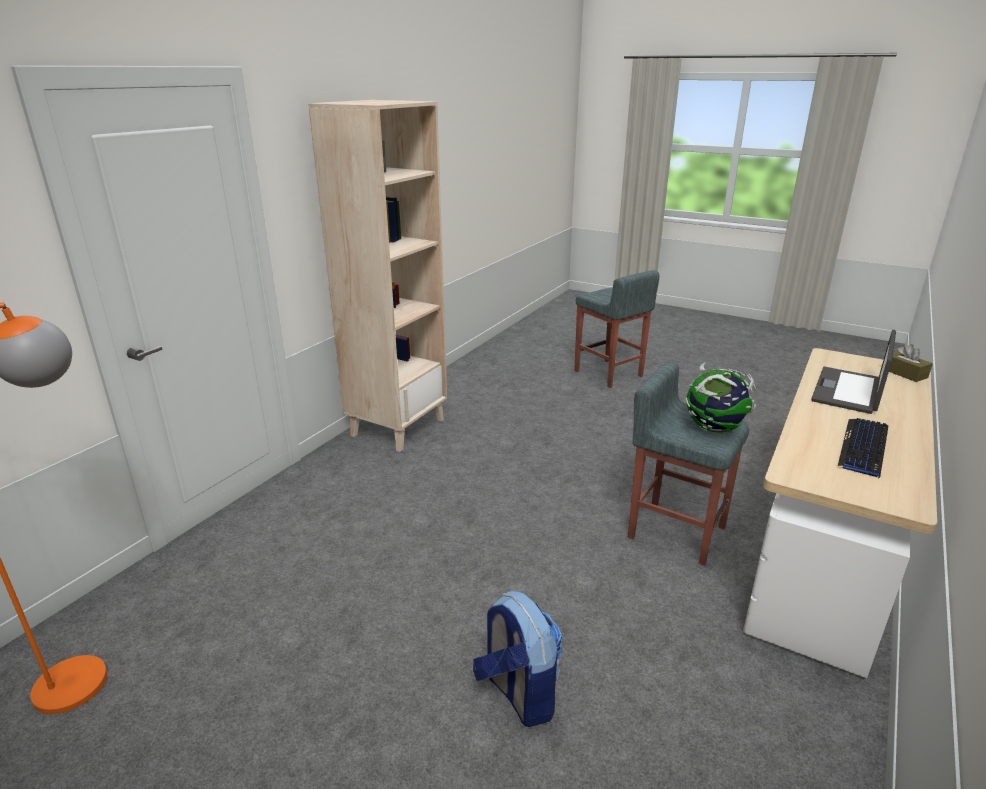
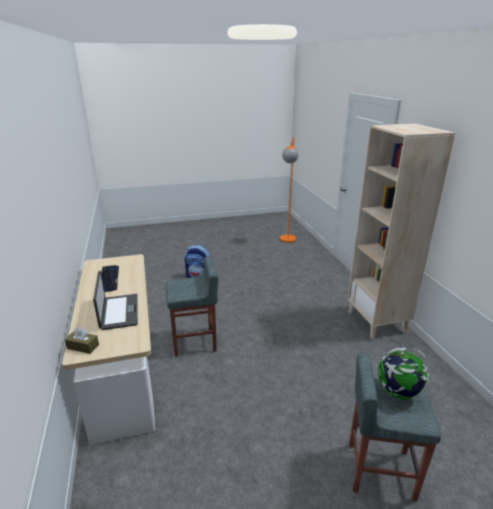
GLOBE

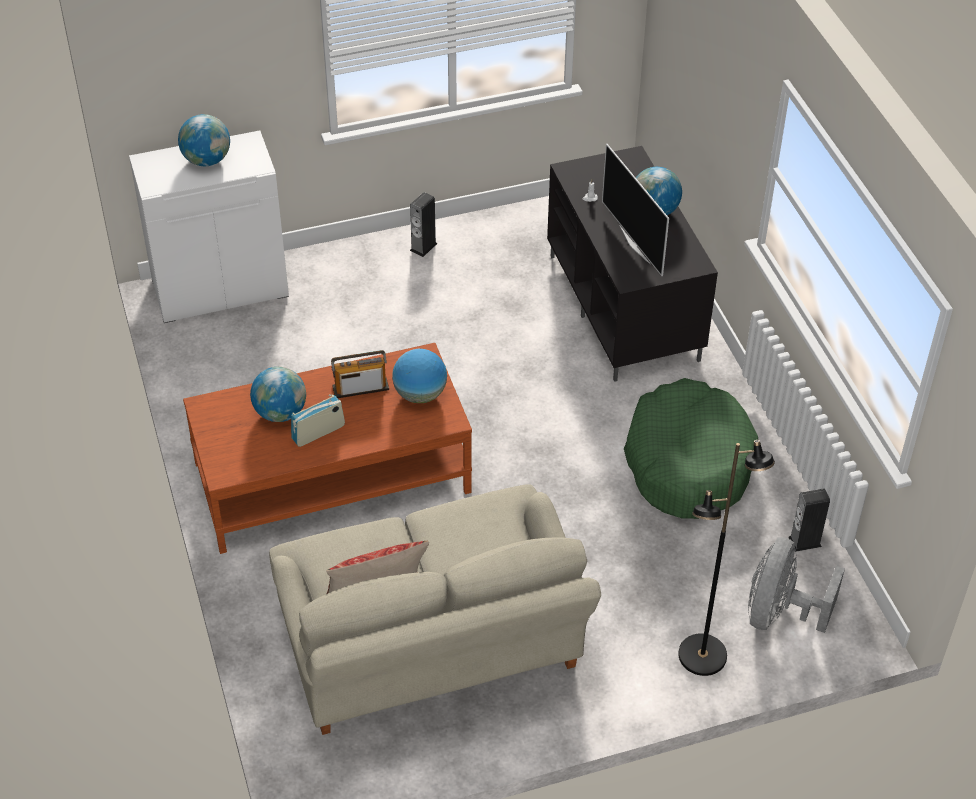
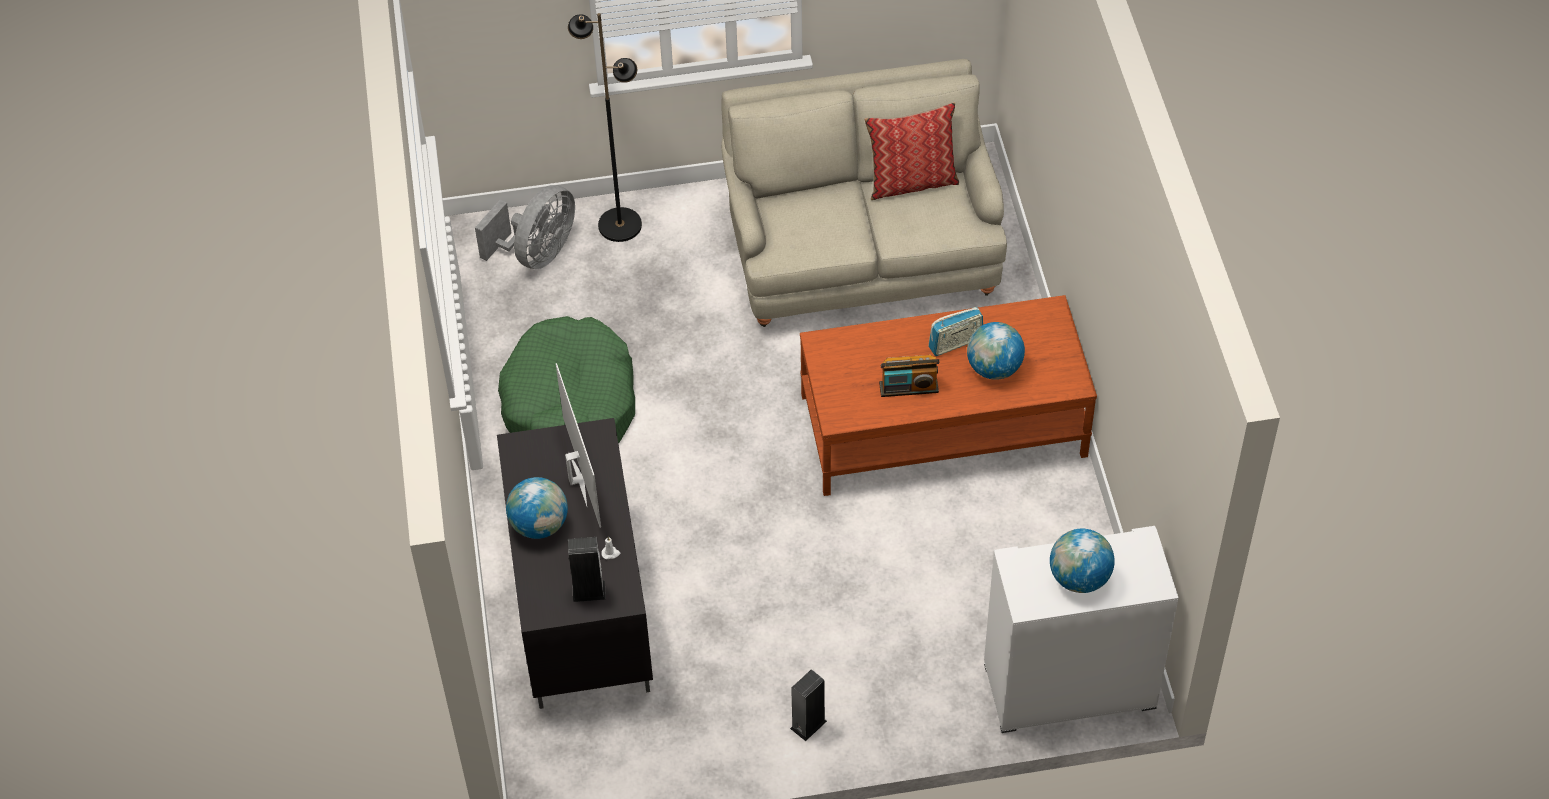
GLOBE (3rd from left in the first image)
LOUDSPEAKER (1st from left)

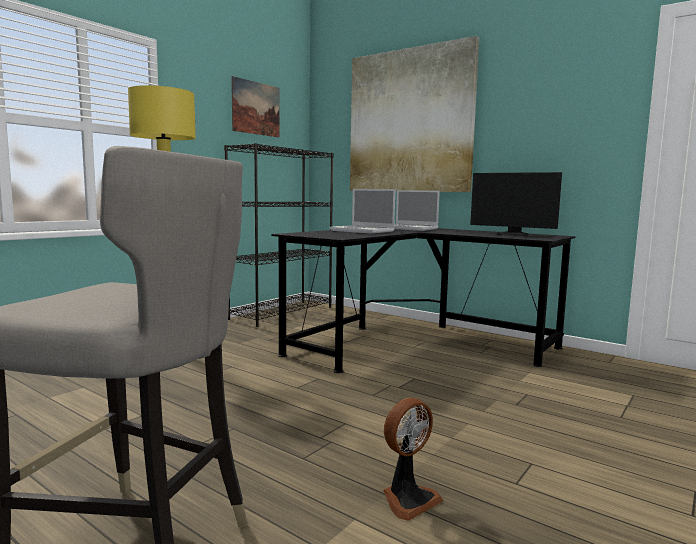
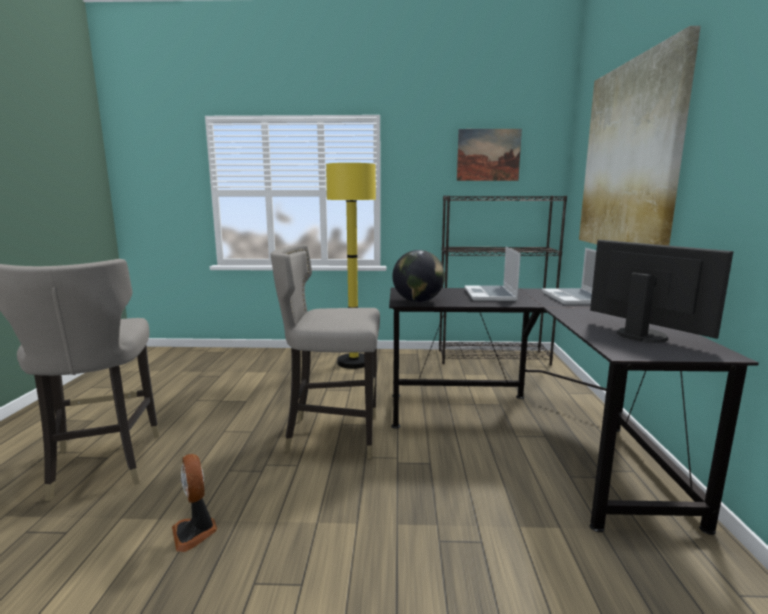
GREY STOOL SEAT (2nd from left)
GLOBE
COOLING FAN
COMPUTER SCREEN

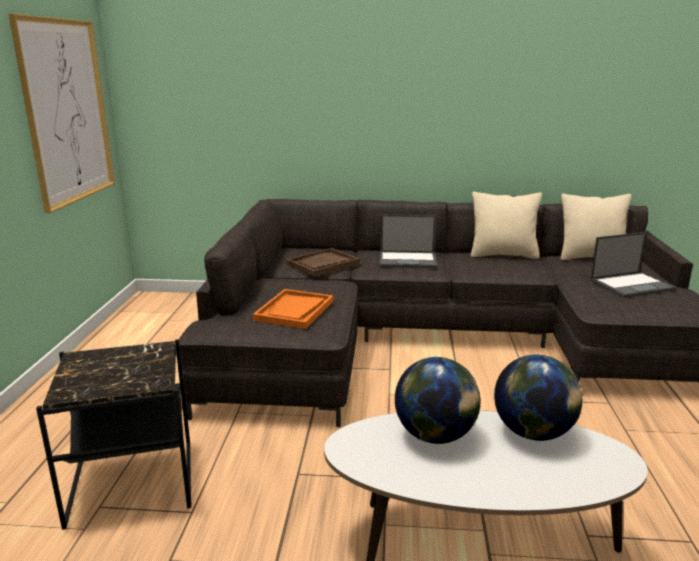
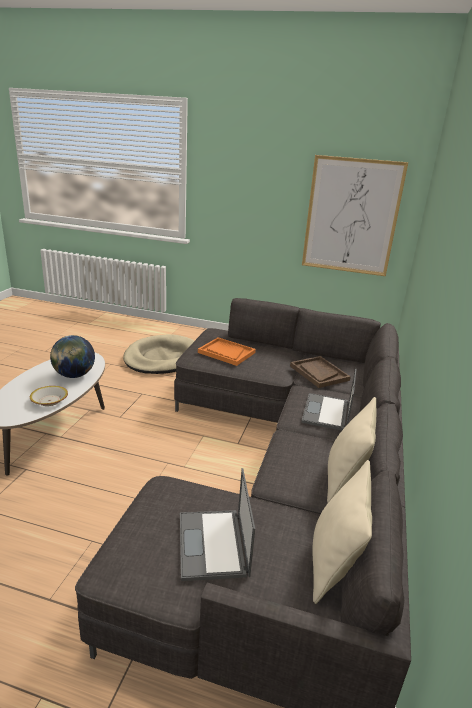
BEIGE DOG CUSHION
DEEP DISH

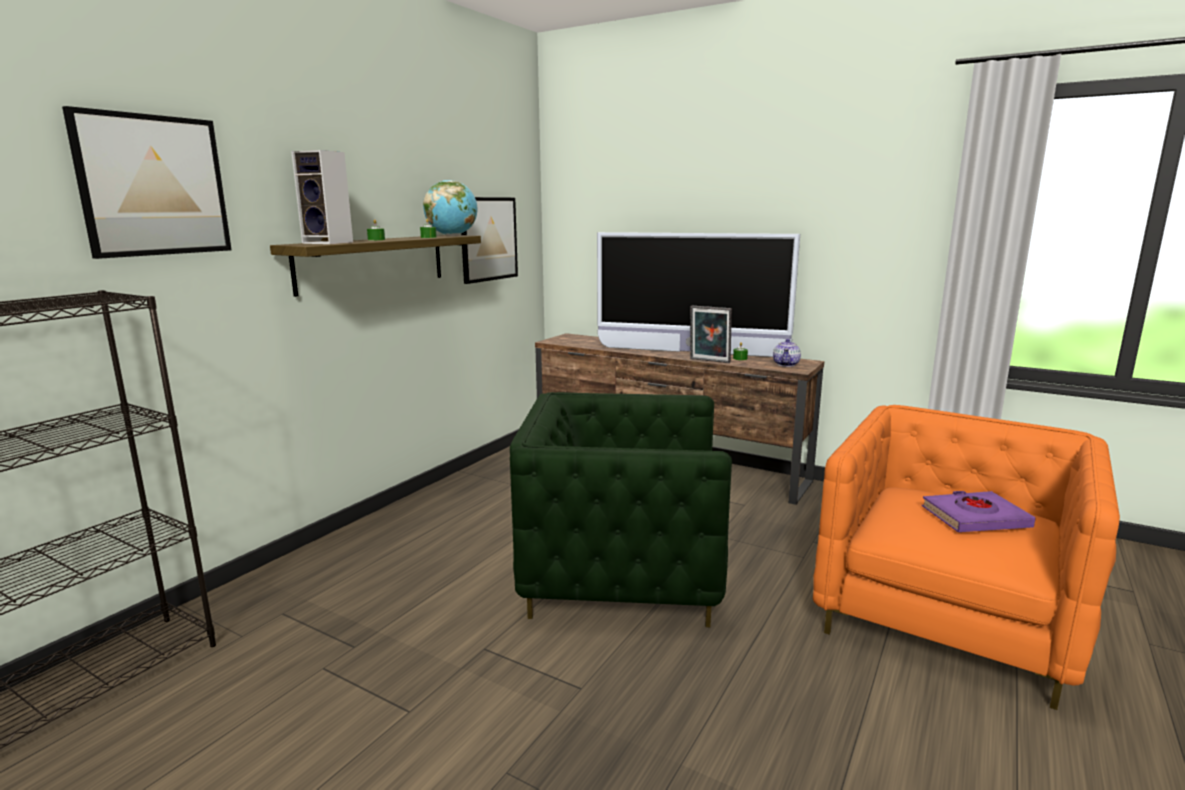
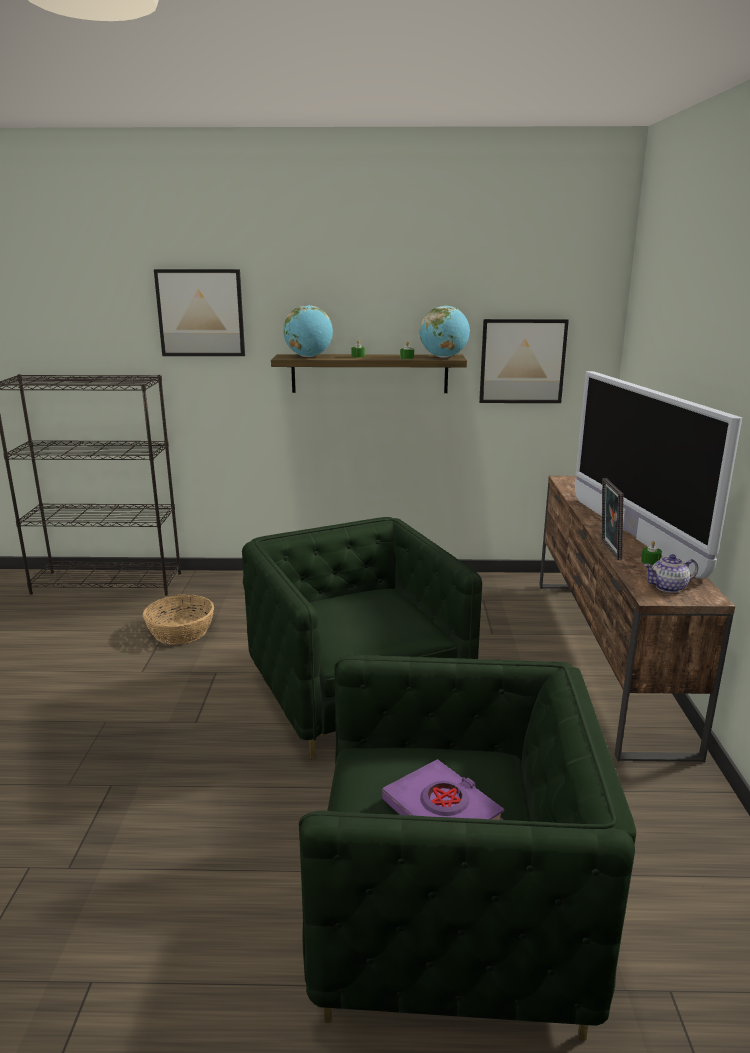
HOUSEHOLD BASKET
GLOBE (1st from left)
GREEN-COLOURED EASY CHAIR (2nd from left)

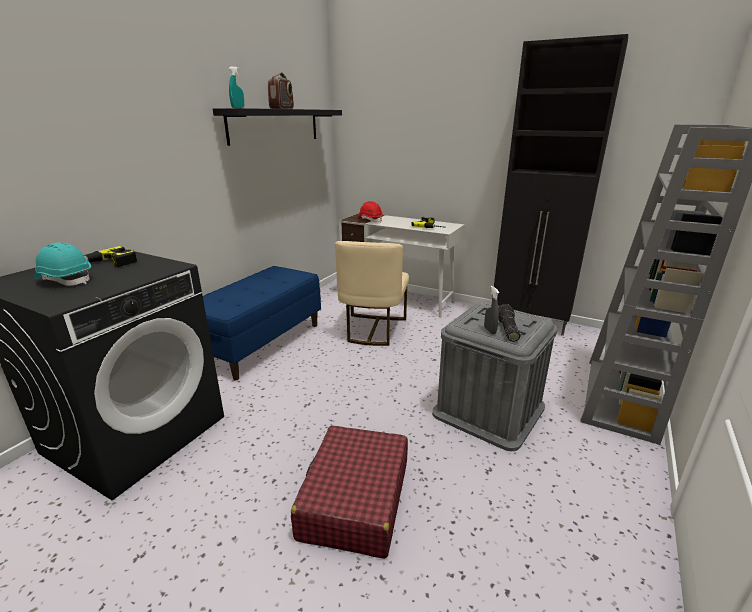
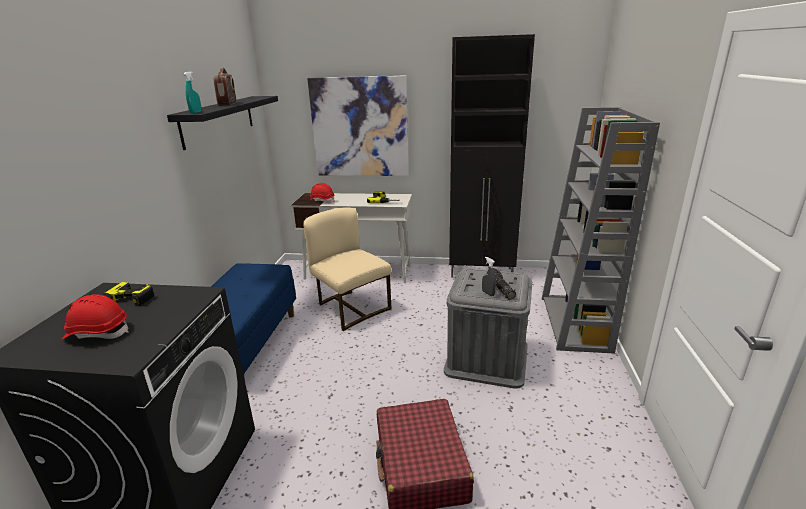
PICTURE
RED SAFETY HELMET (1st from left)
BEIGE UPRIGHT CHAIR

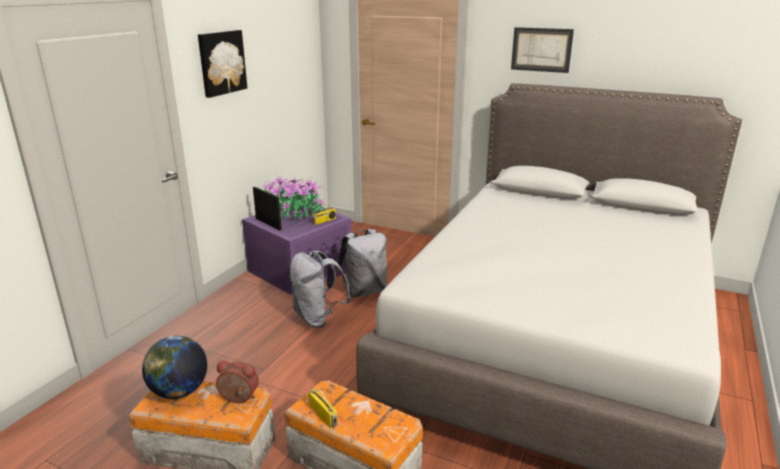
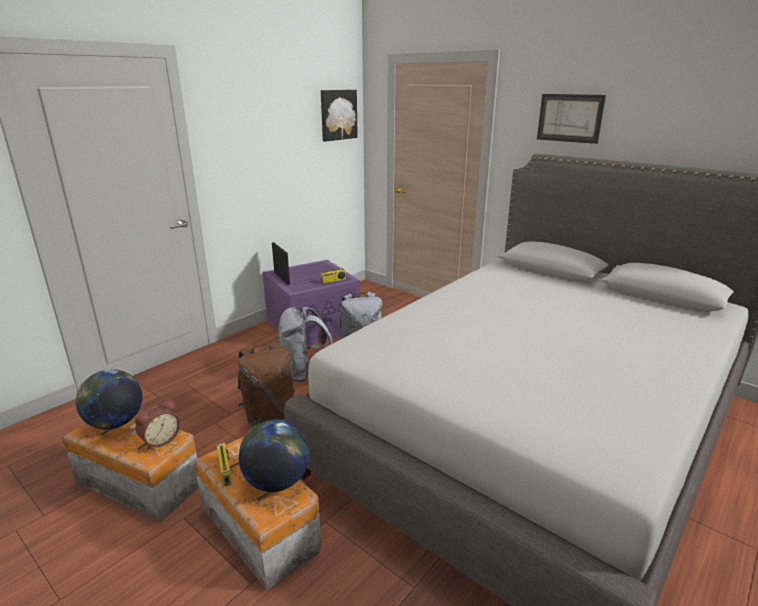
POTTED PLANT
BROWN BACKPACK
GLOBE (2nd from left)
PICTURE (1st from left)
ALARM CLOCK

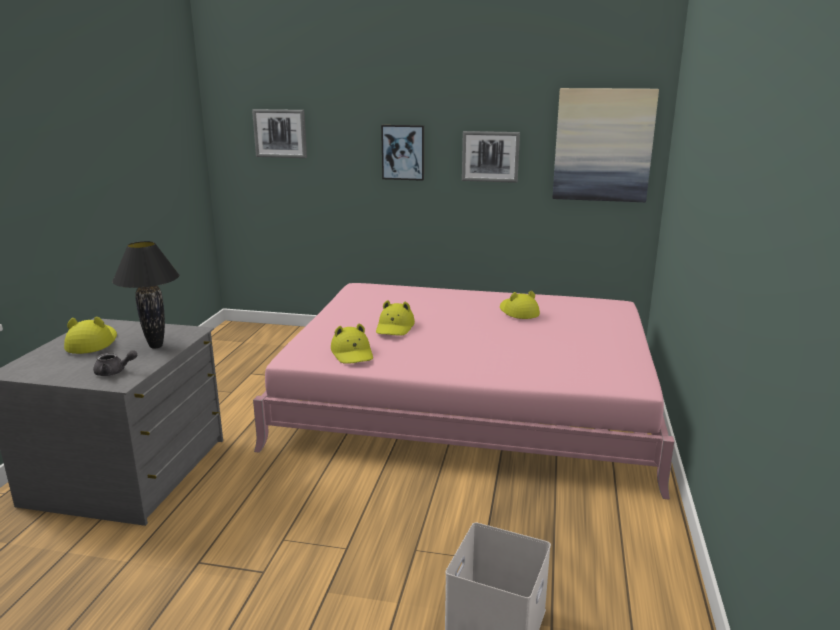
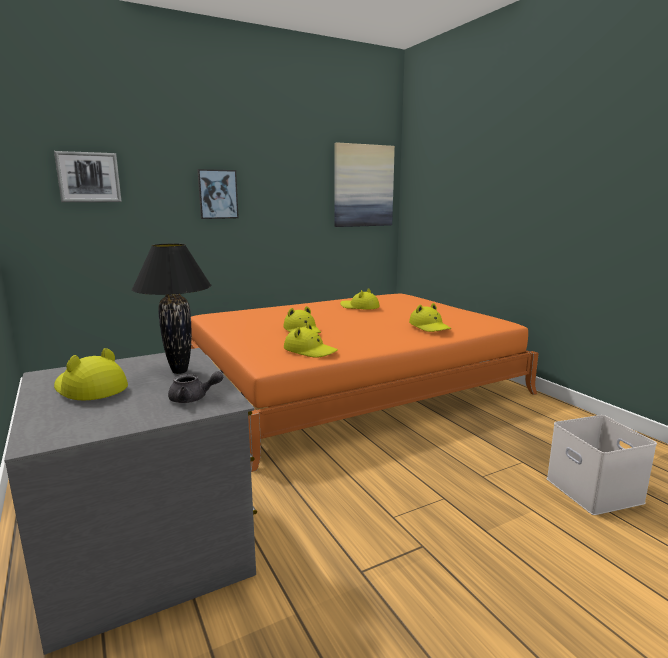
PICTURE (3rd from left in the first image)
YELLOW-COLOURED HAT (5th from left)
ORANGE BED
GREY POT FOR TEA

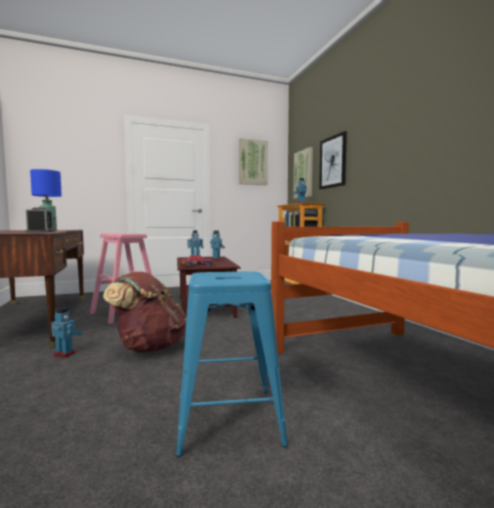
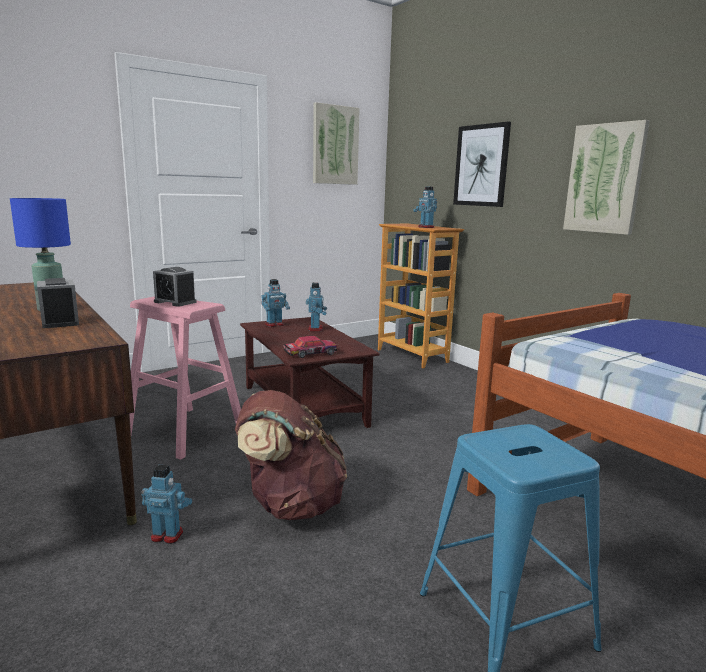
ALARM CLOCK (2nd from left)
PICTURE (3rd from left)

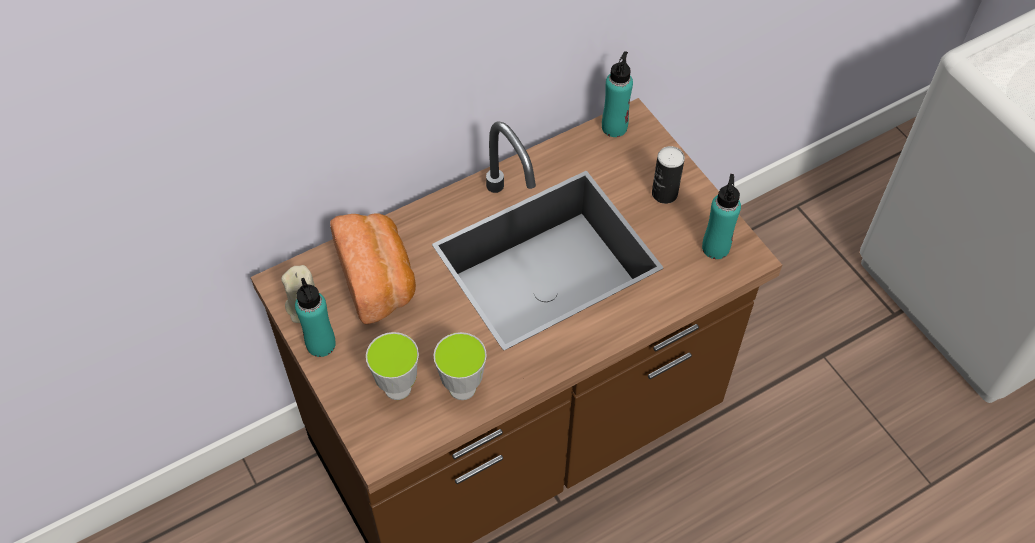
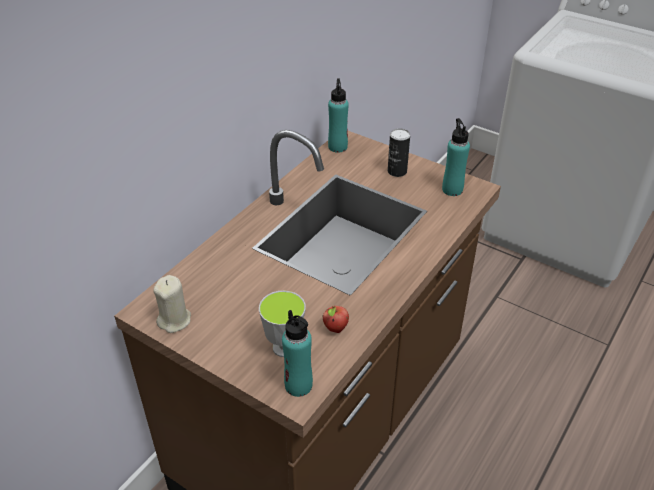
BAKERY BREAD
TURQUOISE-COLOURED DRINK BOTTLE (1st from left)
APPLE FRUIT

